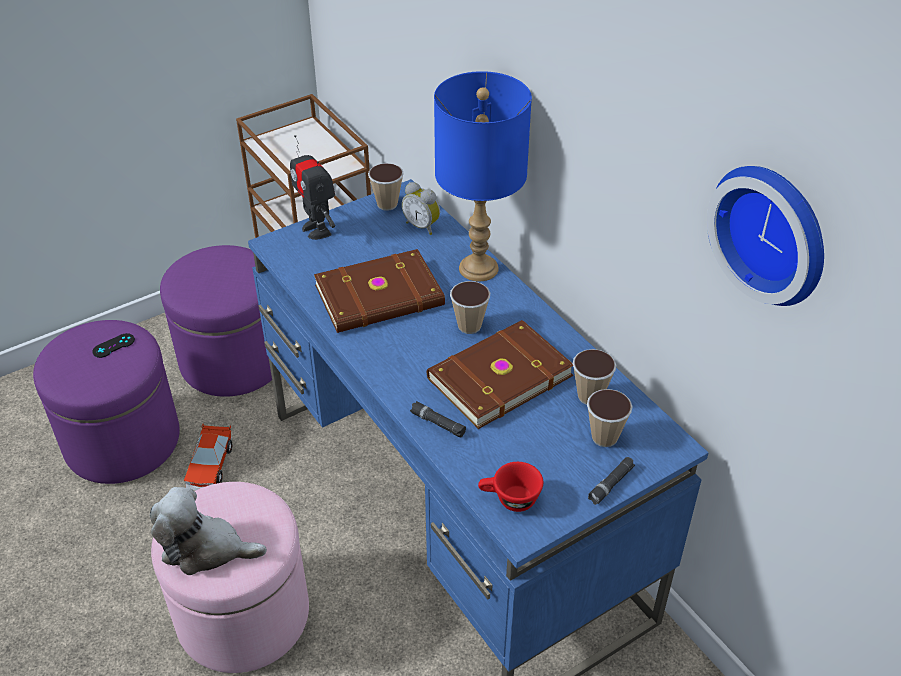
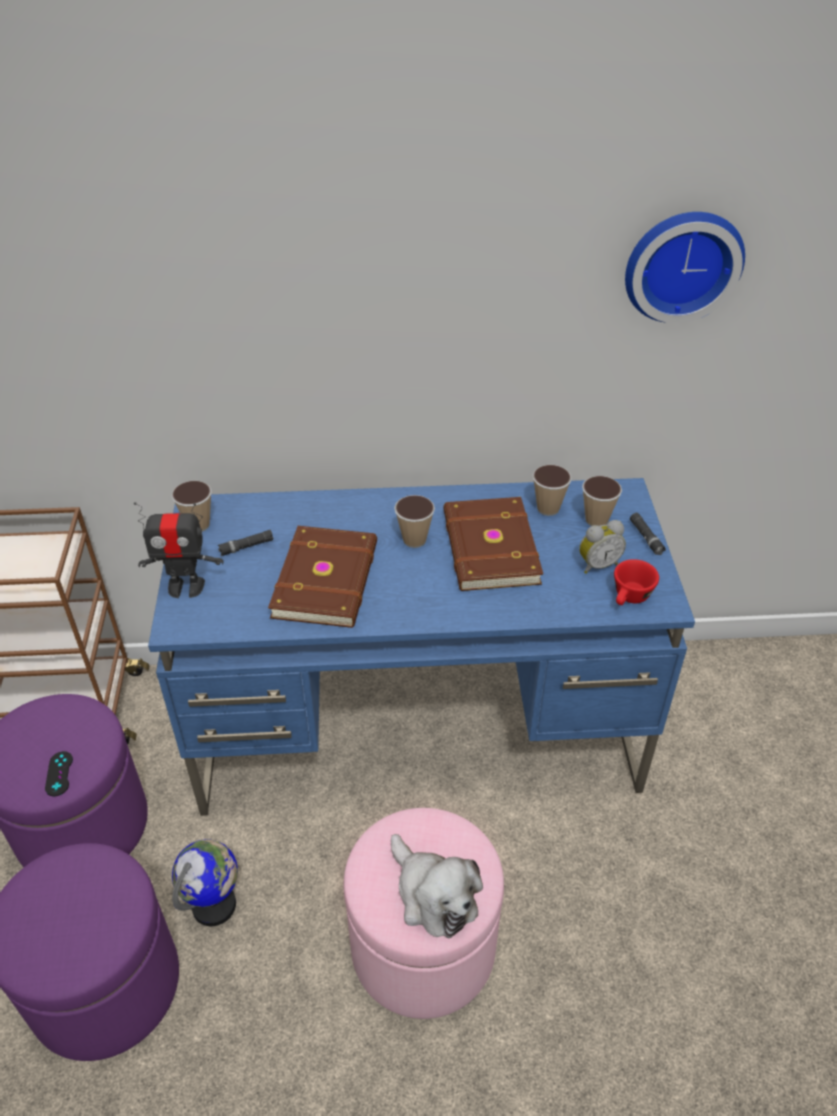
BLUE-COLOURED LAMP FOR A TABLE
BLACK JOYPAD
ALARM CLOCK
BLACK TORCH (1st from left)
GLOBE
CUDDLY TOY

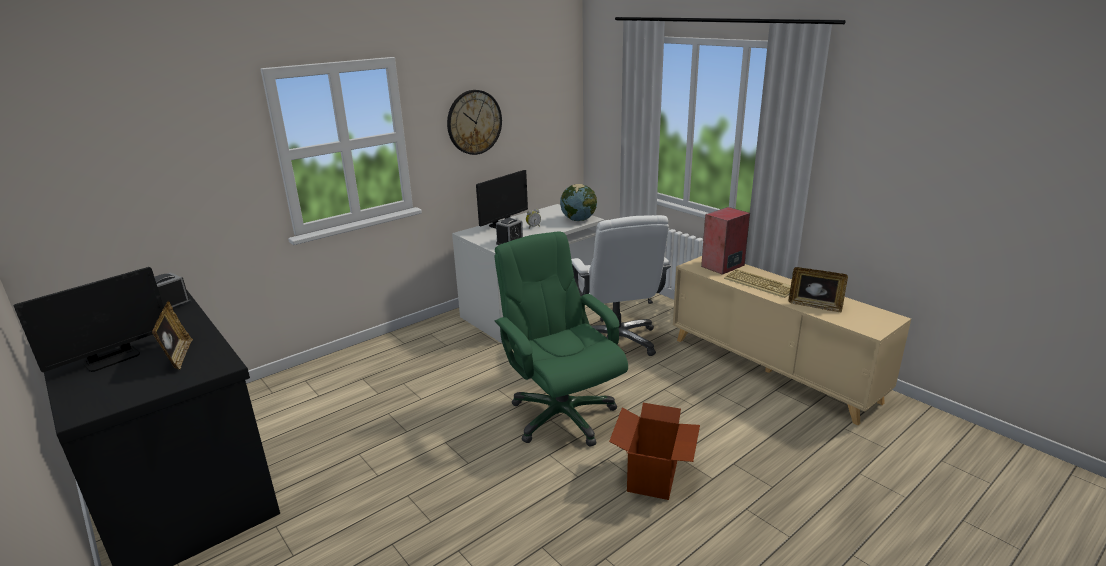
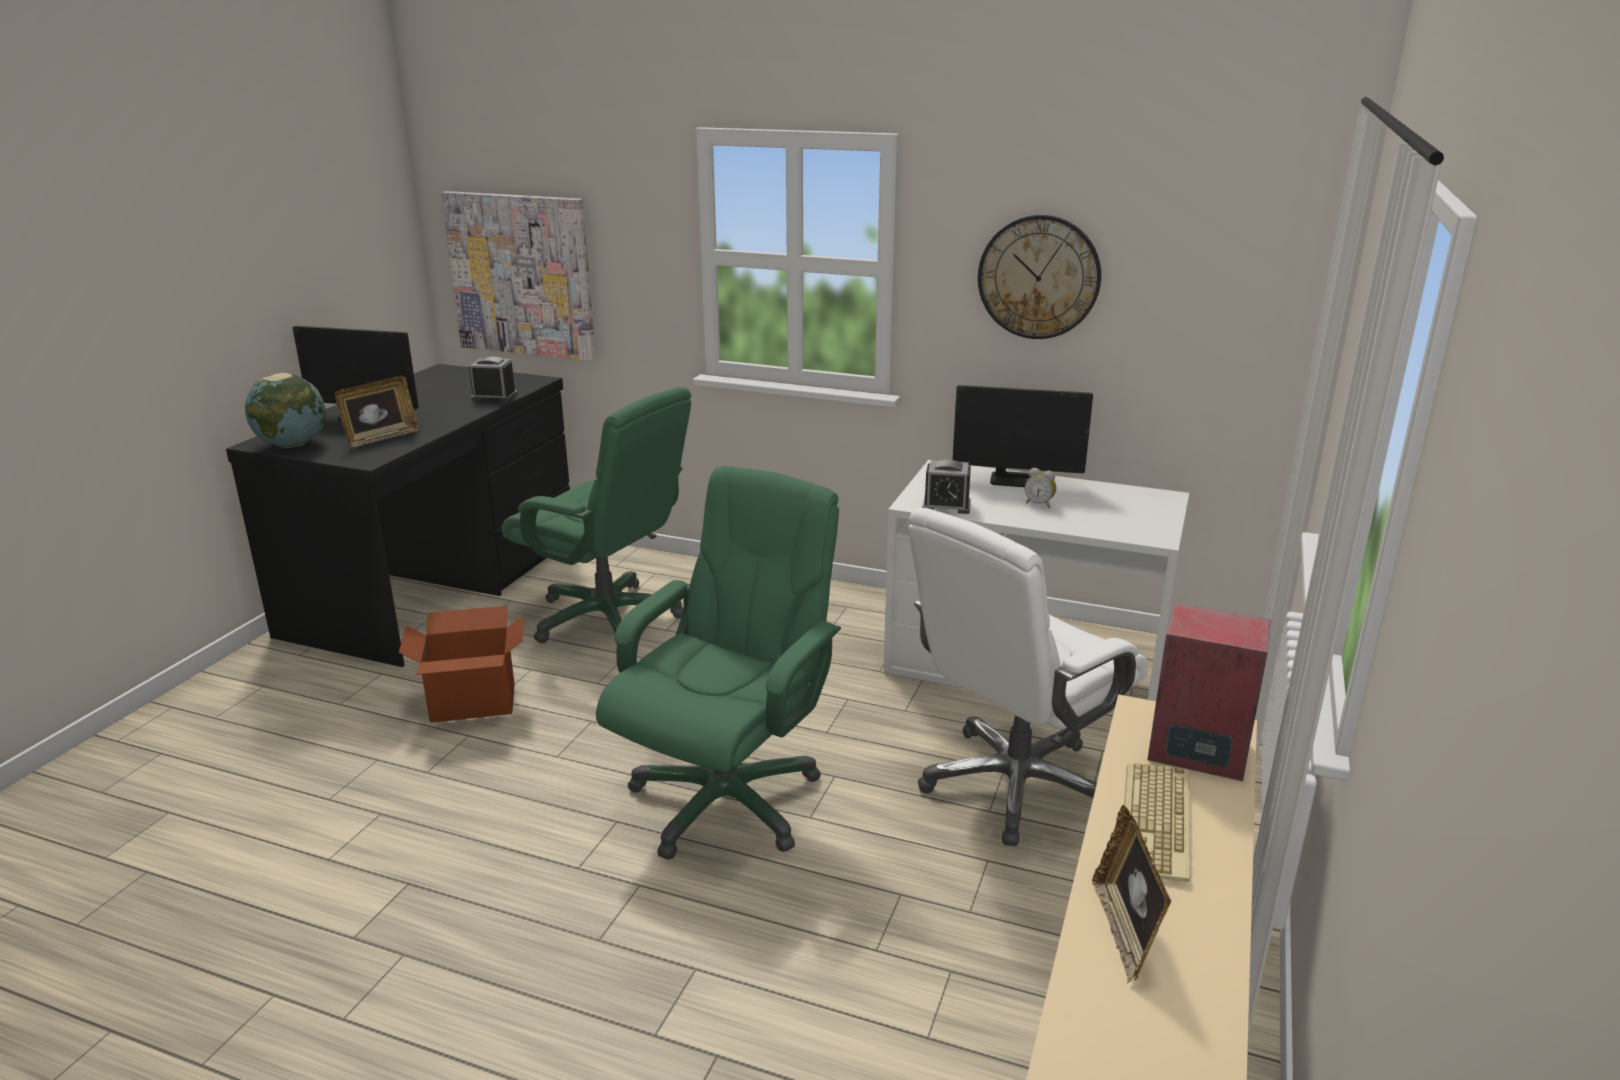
PICTURE
GREEN-COLOURED DESK CHAIR (1st from left)
GLOBE
CARTON

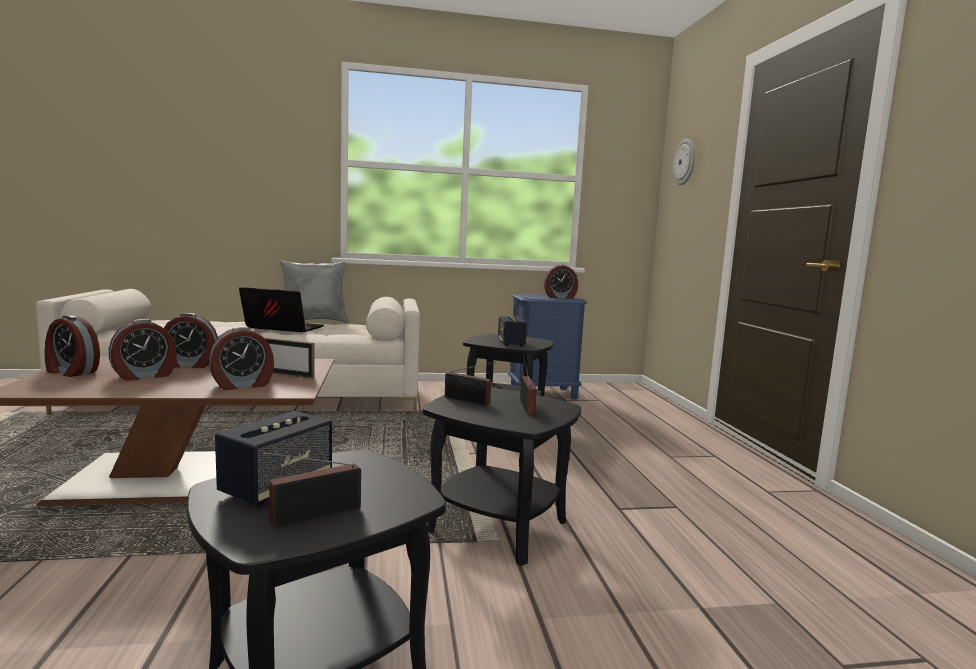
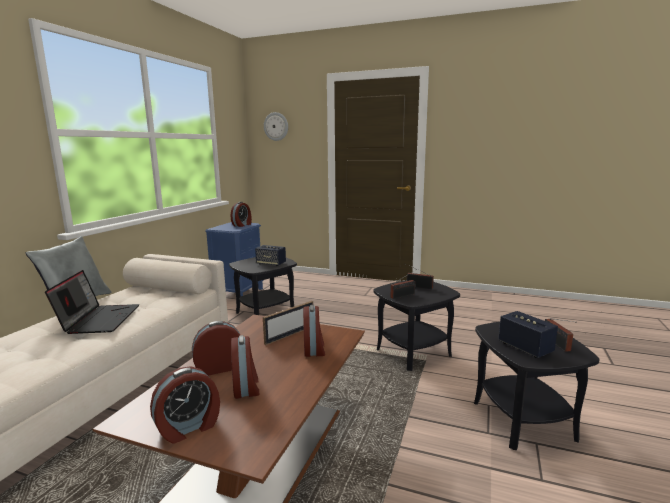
ALARM CLOCK (2nd from left)
LAPTOP

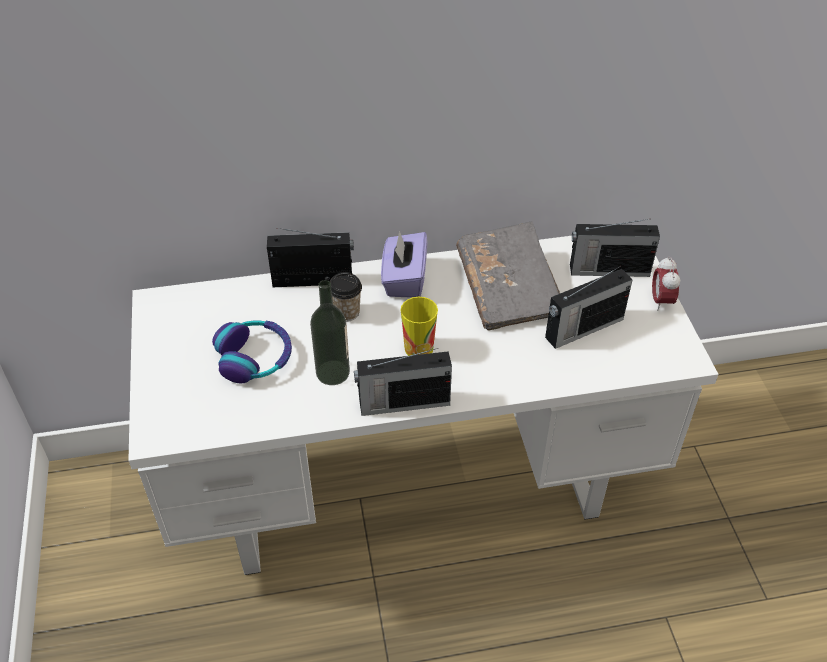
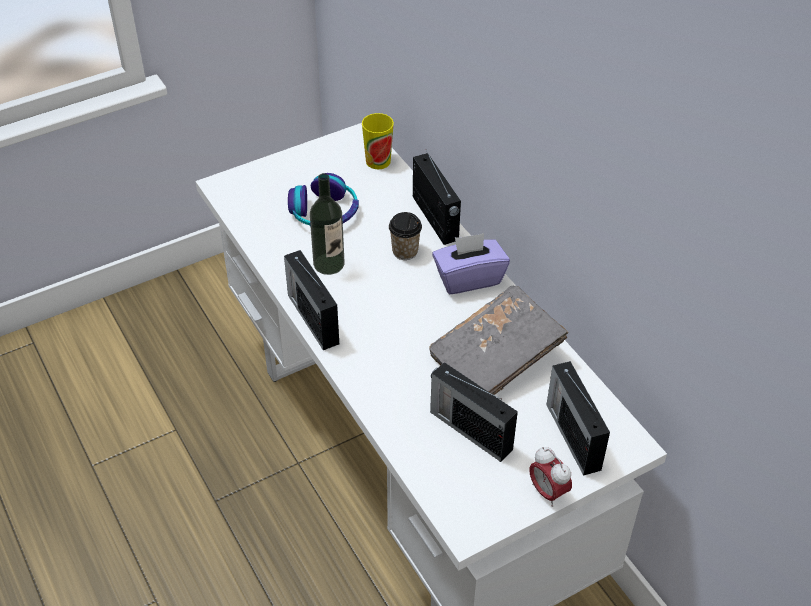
SMALL CUP (1st from left)
ALARM CLOCK

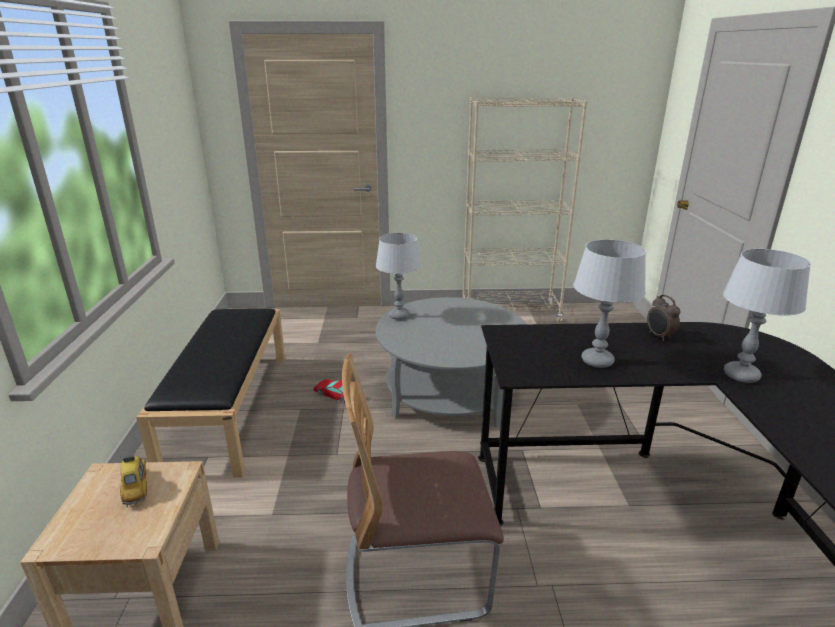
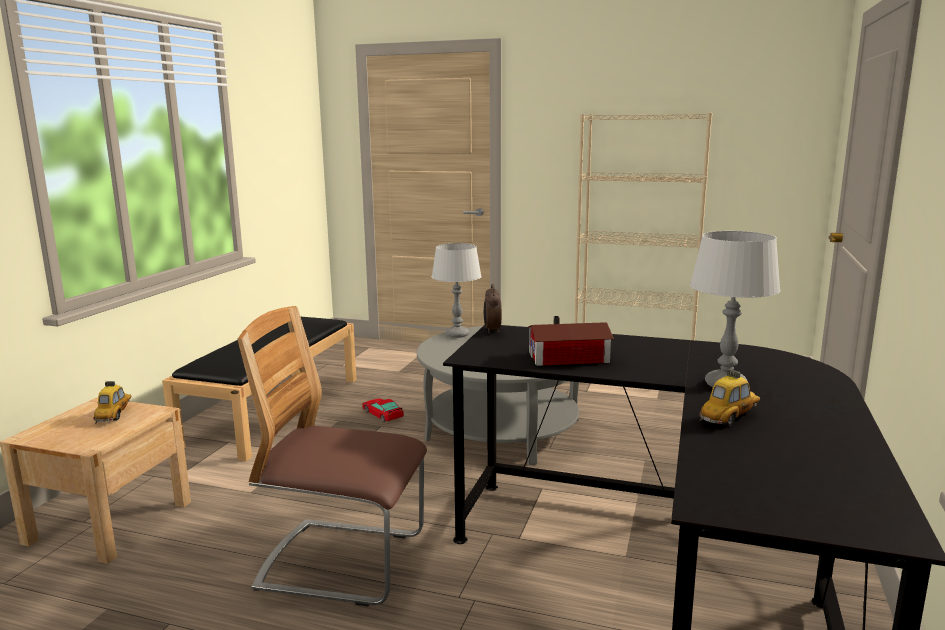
MODEL CAR (3rd from left)
ALARM CLOCK
MINIATURE HOUSE

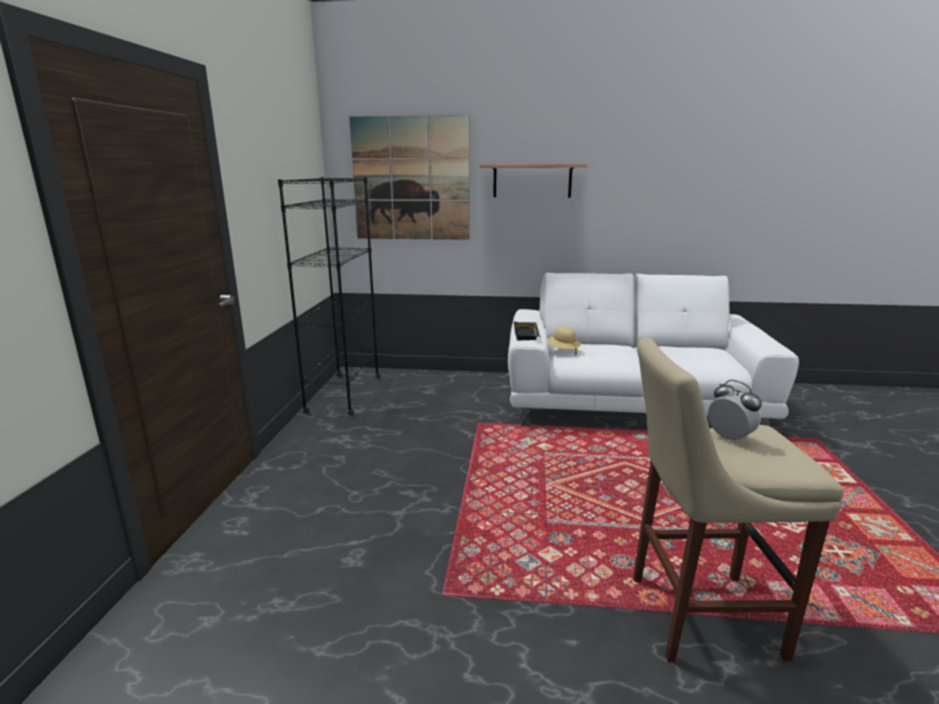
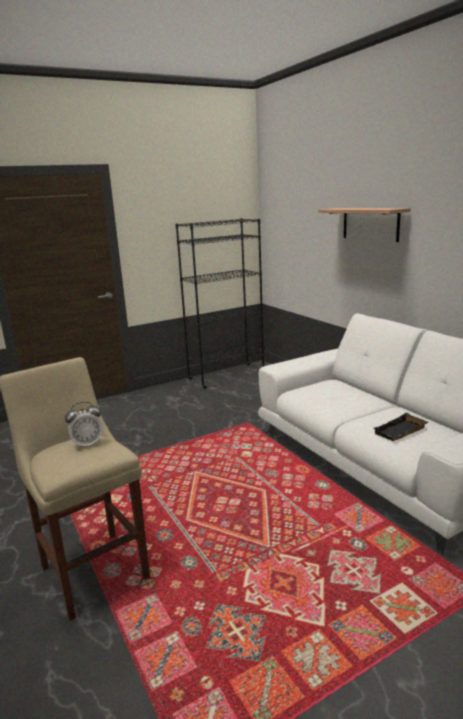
PICTURE
BEIGE HAT
BLACK TRAY
ALARM CLOCK

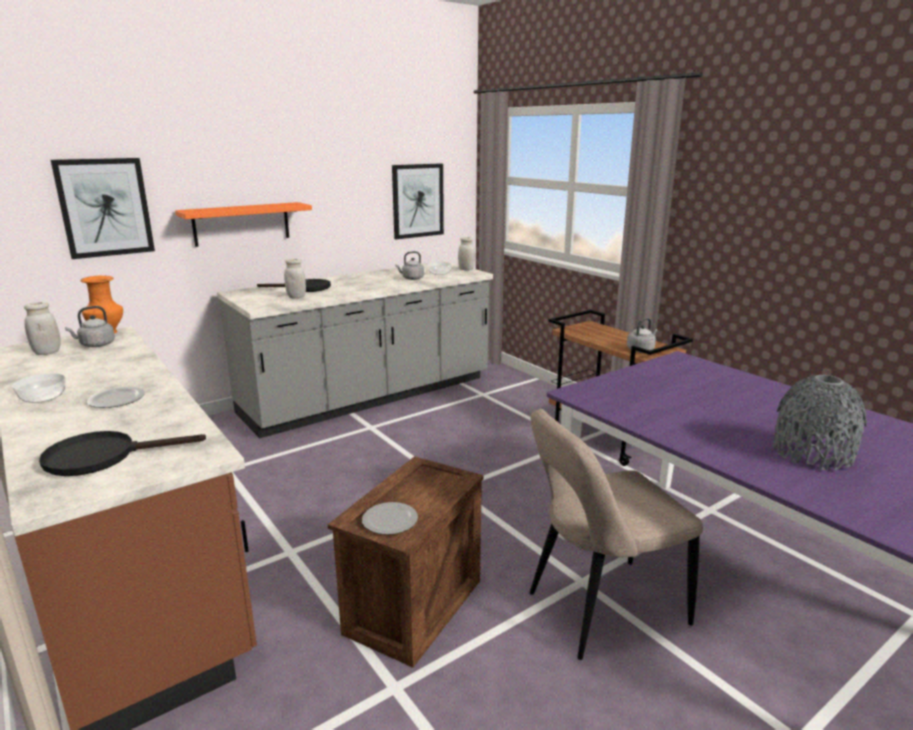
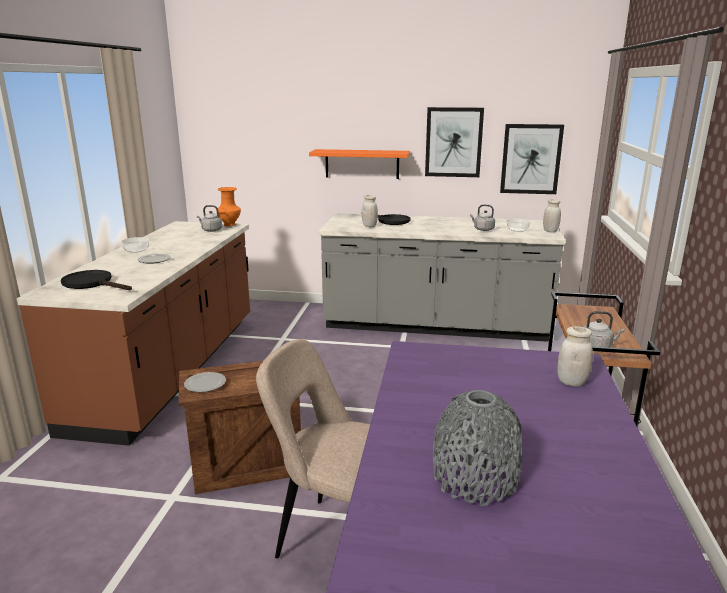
WHITE-COLOURED JAR (3rd from left)
PICTURE (1st from left)

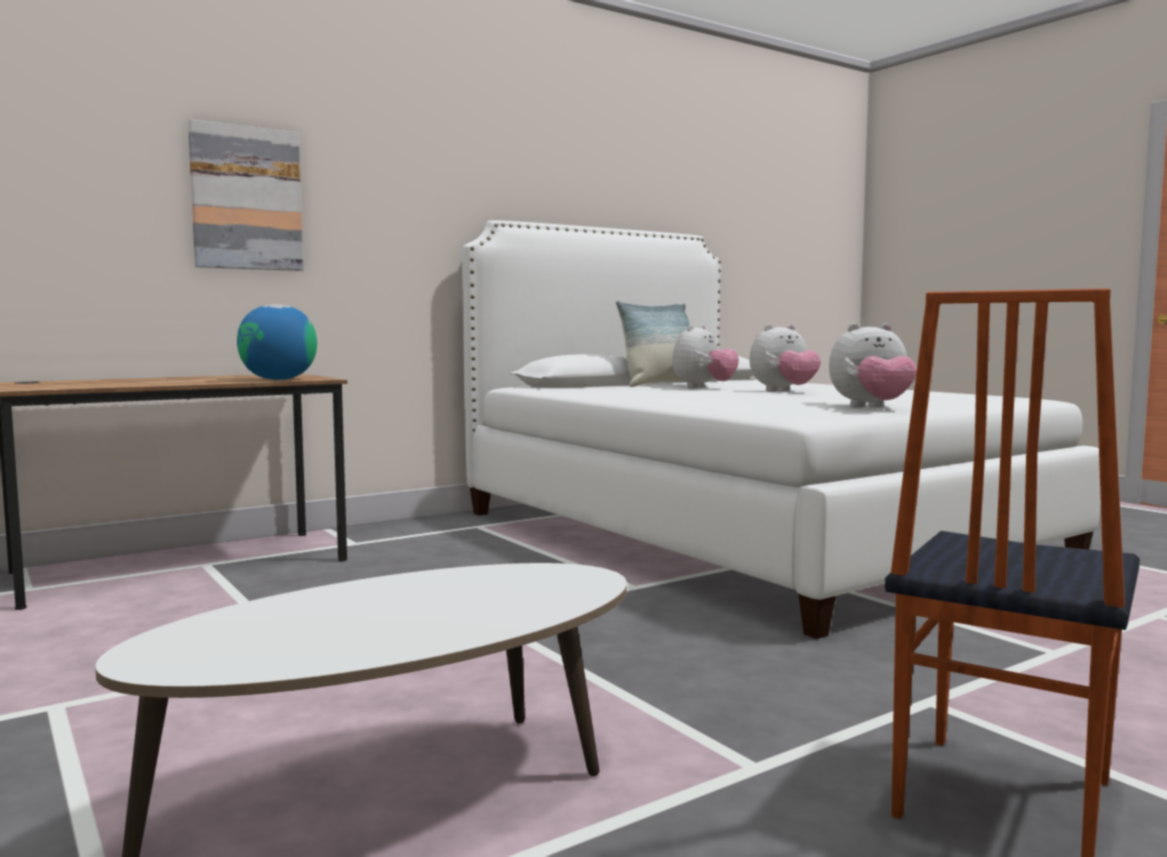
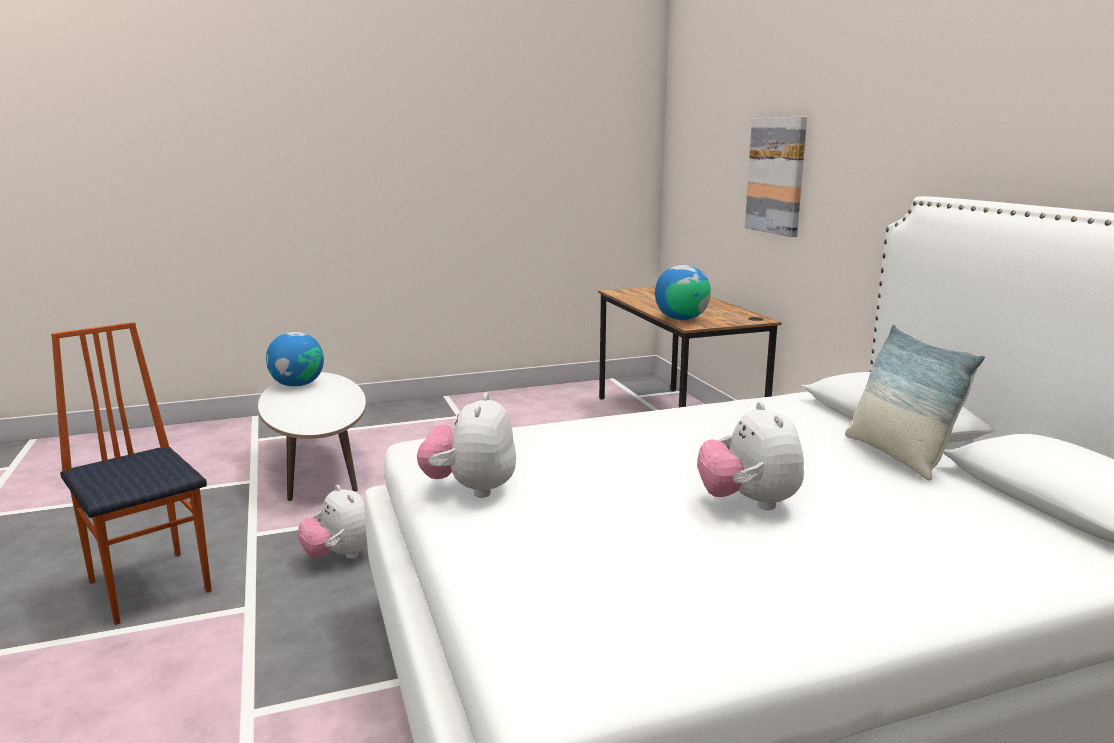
GLOBE (1st from left)
CUDDLY TOY (1st from left)

